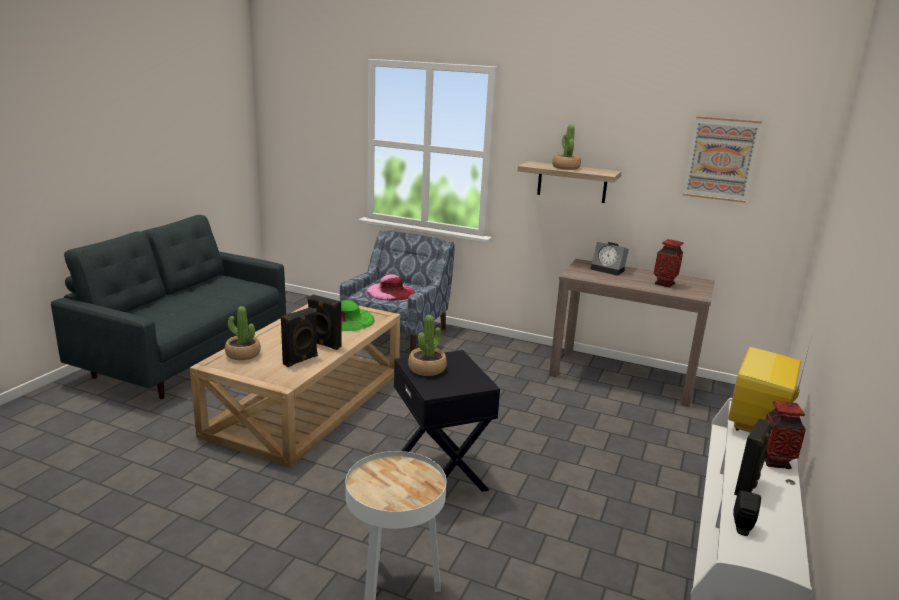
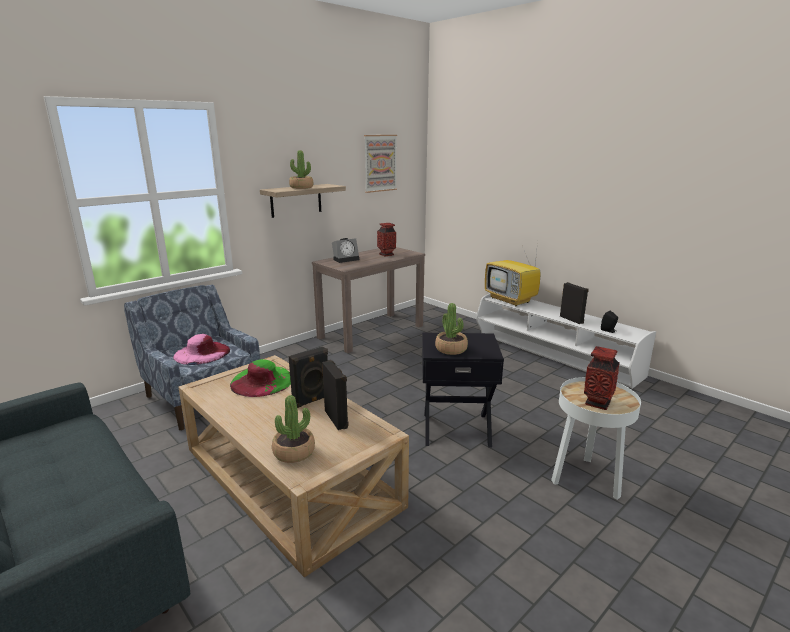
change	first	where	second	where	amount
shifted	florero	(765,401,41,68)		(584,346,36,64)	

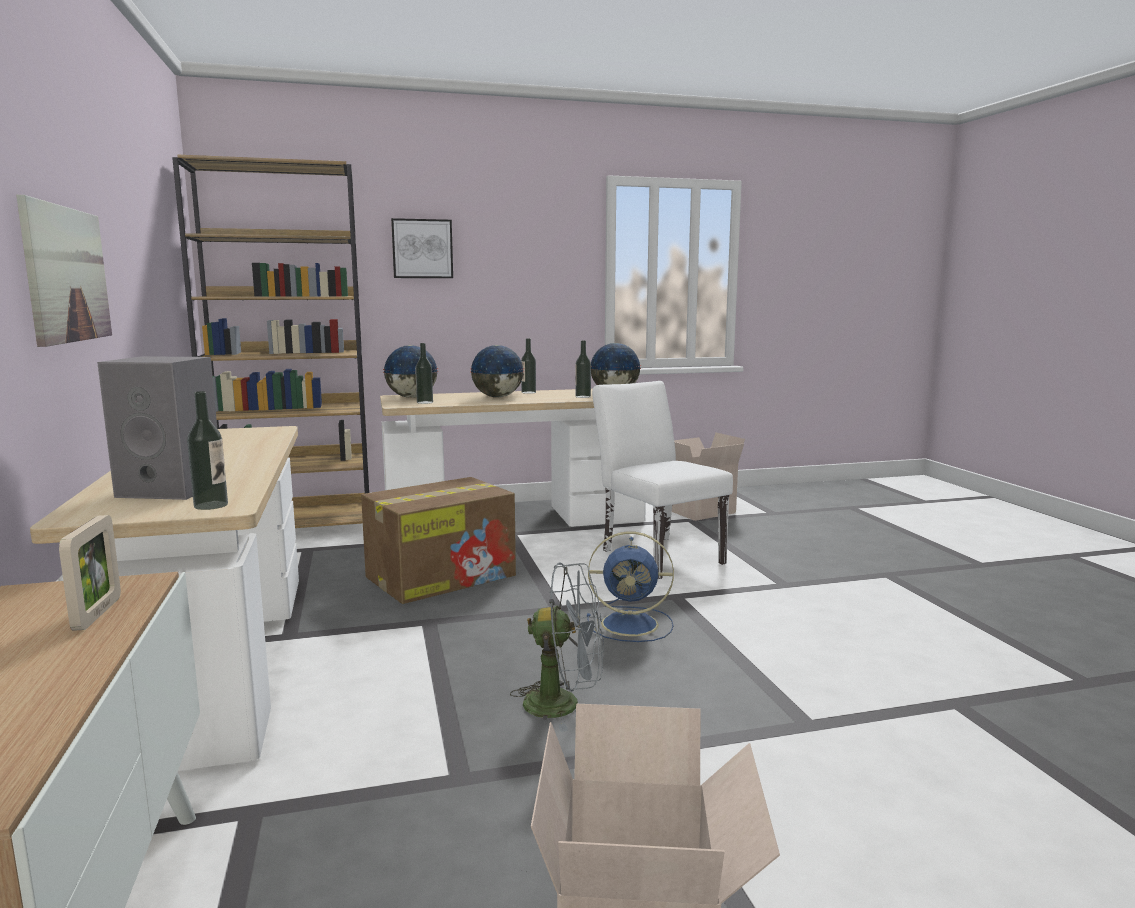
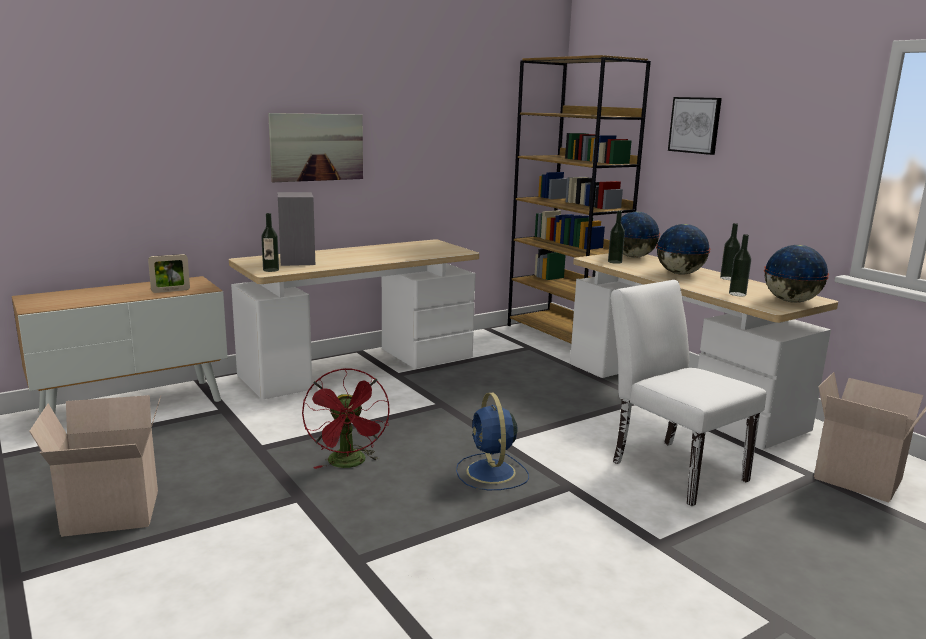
change	first	where	second	where	amount
rotated	silla [blanco]	(592,381,141,198)		(611,280,155,227)	75 degrees counterclockwise
gone	caja de cartón	(361,477,155,127)			
repainted	ventilador [gris]	(510,562,94,170)	ventilador [rojo]	(302,368,88,101)	

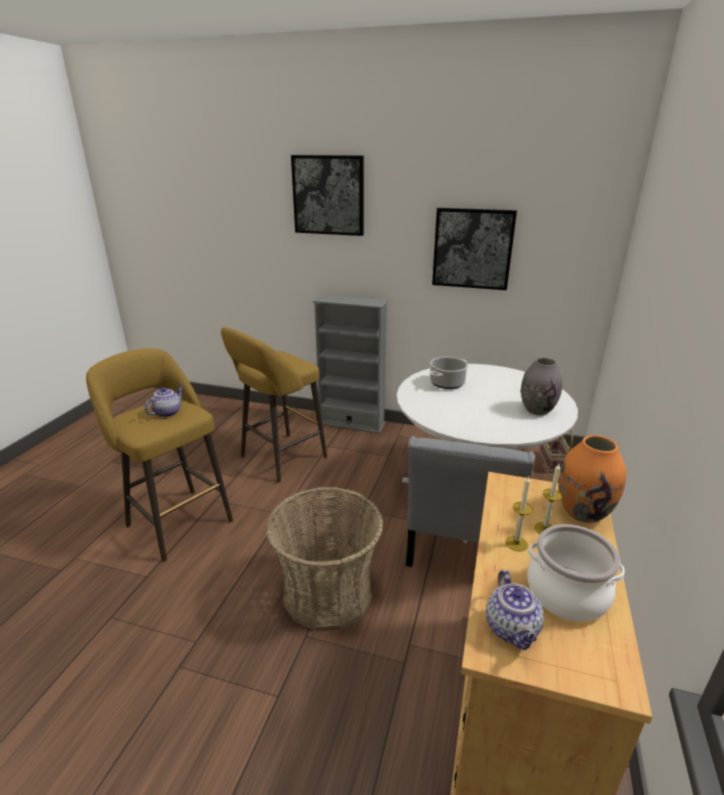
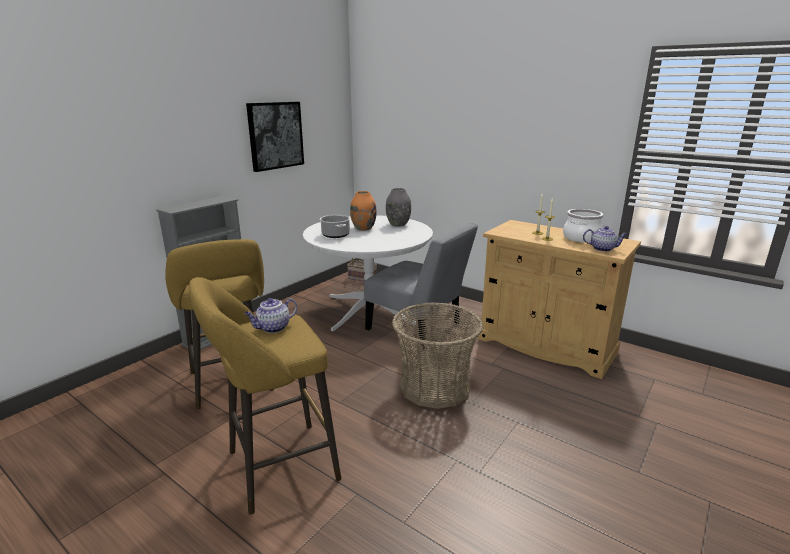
change	first	where	second	where	amount
gone	cuadro	(291,155,73,81)			
rotated	tetera	(145,386,38,31)		(245,298,53,35)	90 degrees counterclockwise
shifted	florero [naranja]	(558,435,68,88)		(350,191,27,40)	

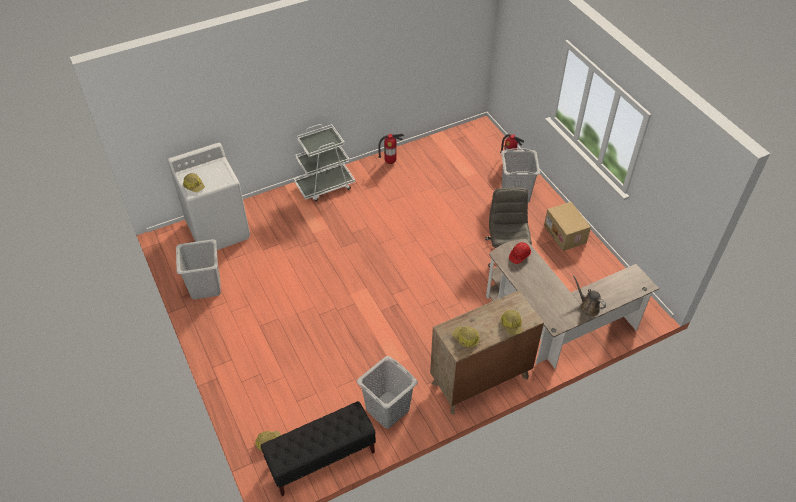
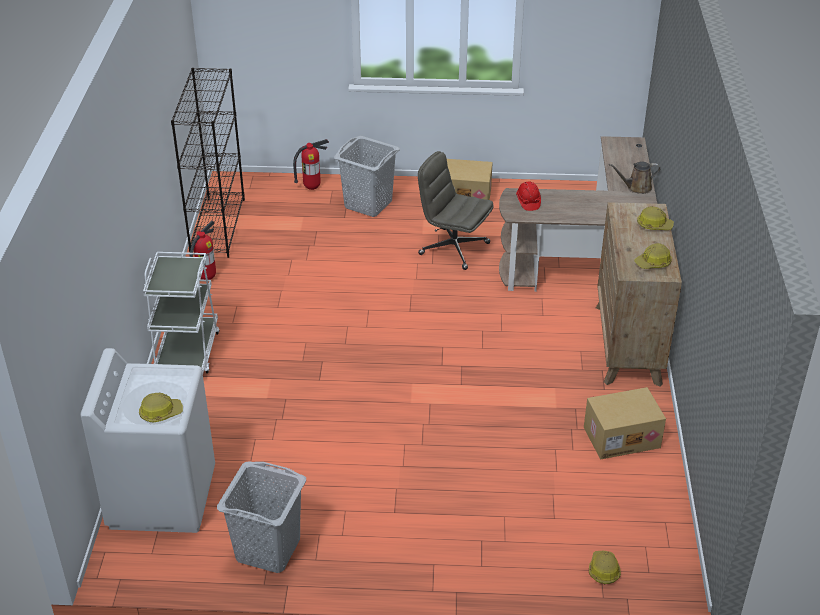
change	first	where	second	where	amount
swapped	cesto de la ropa [gris]	(357,356,61,73)	caja de cartón	(584,387,82,73)	
gone	banco [negro]	(261,401,115,95)			
new			estantería [negro]	(171,68,74,190)	

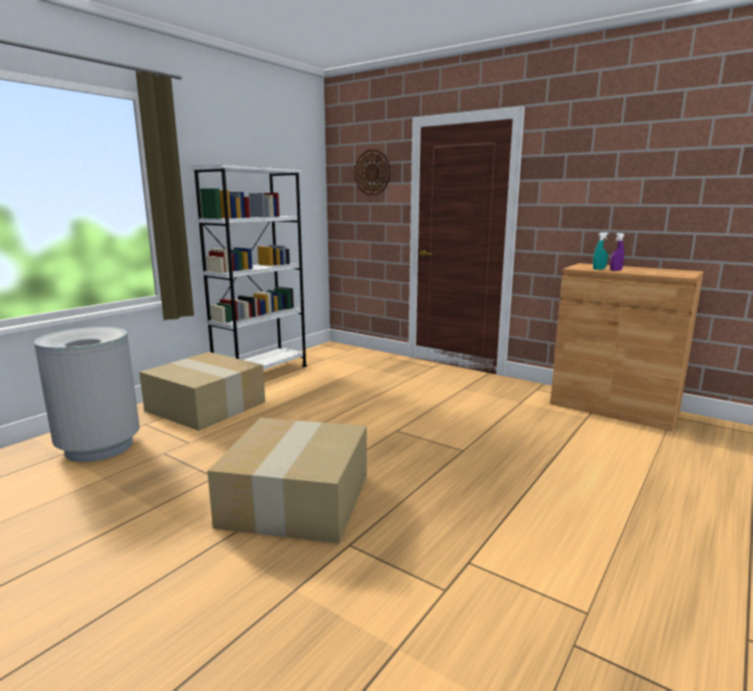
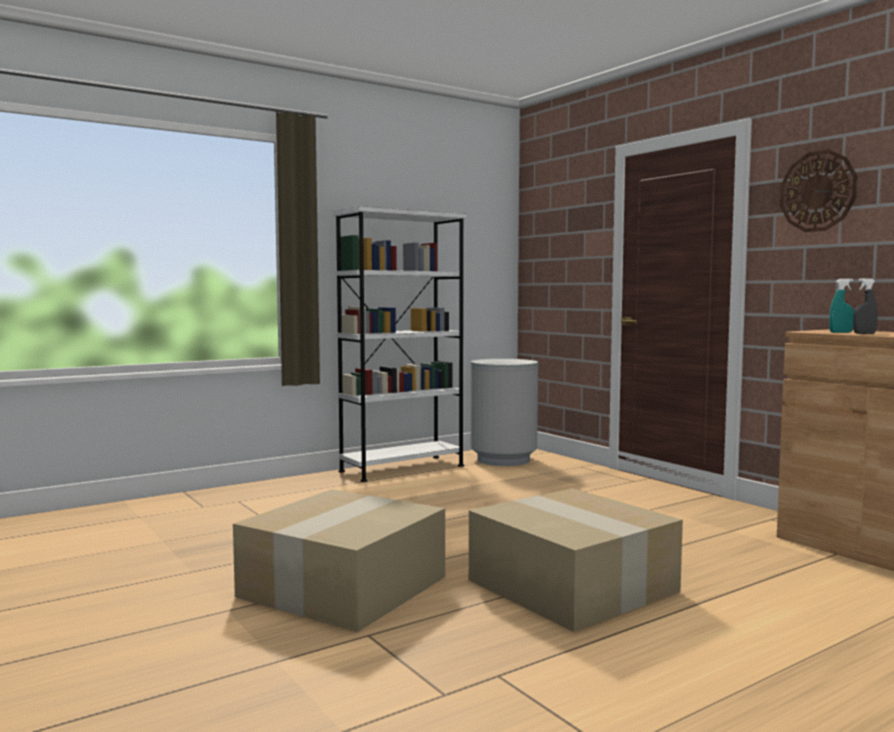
change	first	where	second	where	amount
shifted	reloj de pared	(355,149,35,47)		(780,149,78,83)	
repainted	pulverizador [morado]	(610,233,14,38)	pulverizador [gris]	(853,278,25,56)	
shifted	papelera [gris]	(34,327,106,135)		(471,359,67,107)	
shifted	caja de cartón	(139,352,126,79)		(469,488,214,144)	

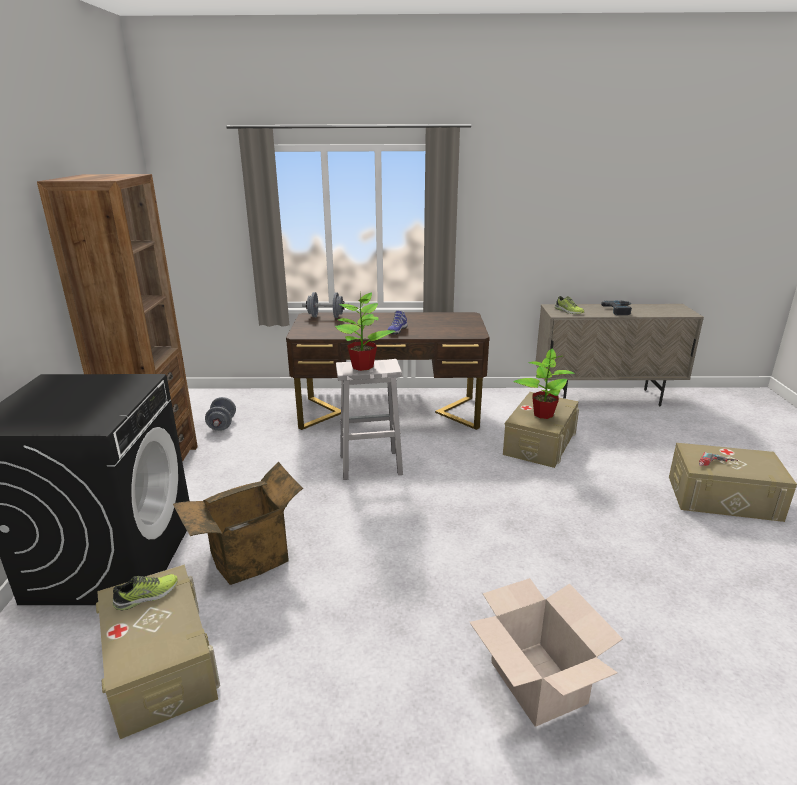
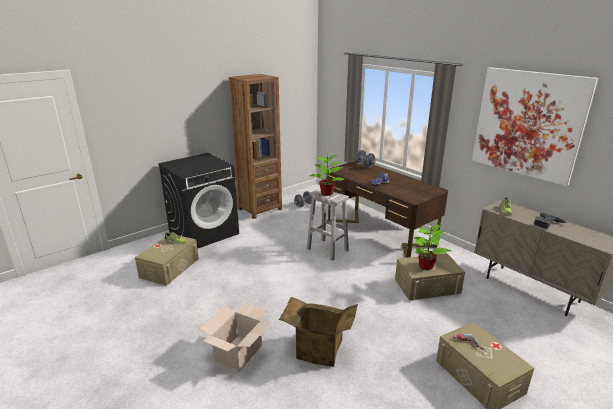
change	first	where	second	where	amount
shifted	caja de cartón	(173,462,130,123)		(279,297,79,70)	
new			cuadro	(472,67,126,119)	

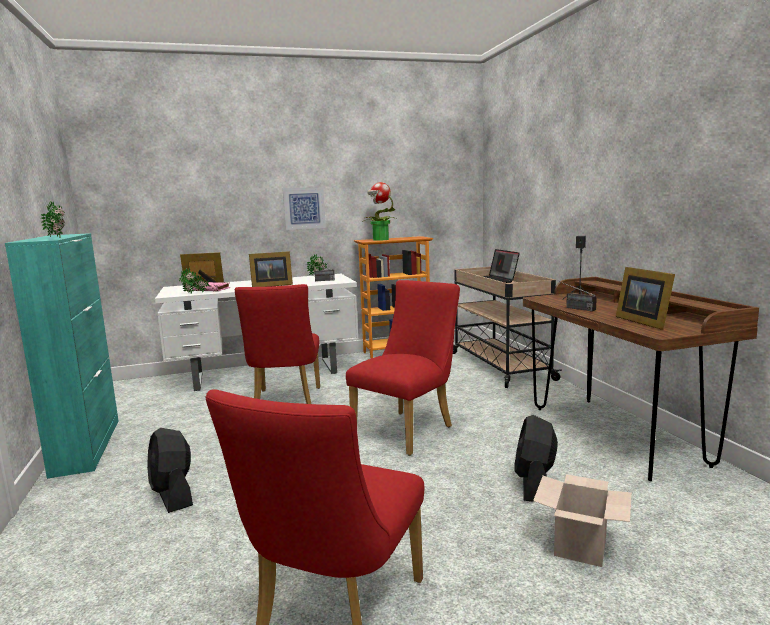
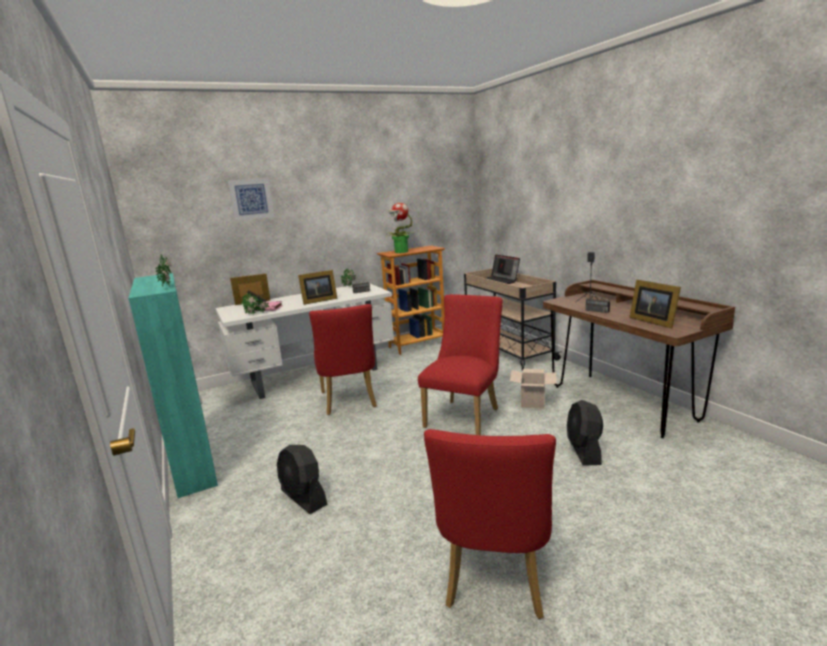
change	first	where	second	where	amount
shifted	cuadro	(282,187,44,43)		(227,178,47,43)	
shifted	caja de cartón	(533,474,99,93)		(510,369,46,40)	

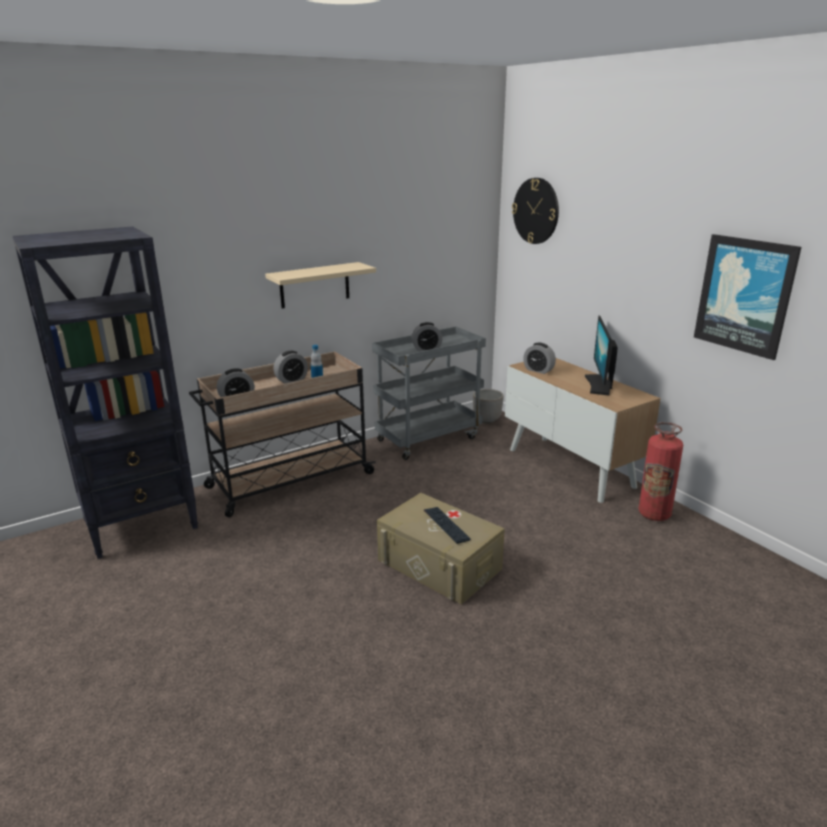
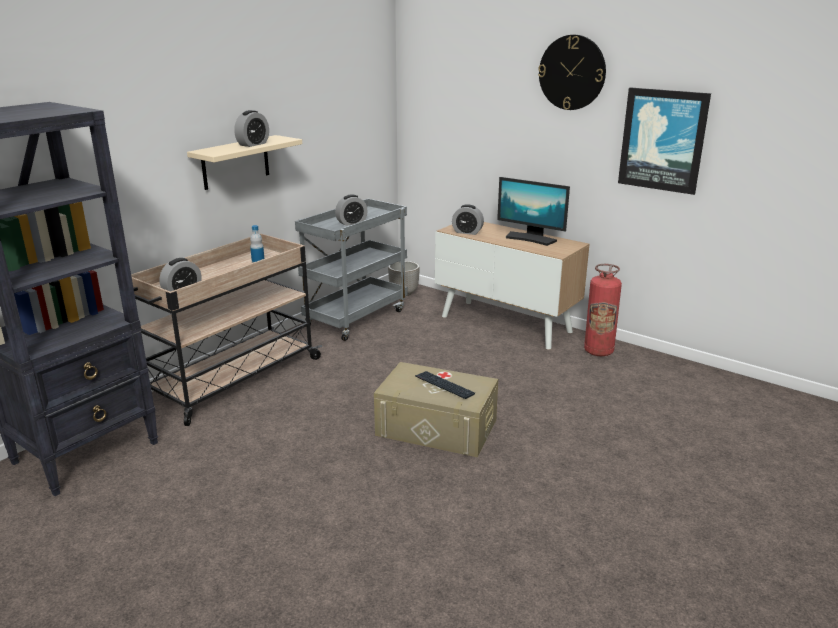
change	first	where	second	where	amount
shifted	reloj de pared	(512,178,47,66)		(538,35,68,75)	
rotated	monitor	(585,316,33,79)		(497,177,73,69)	45 degrees counterclockwise
shifted	despertador	(274,351,34,33)		(234,110,35,37)	

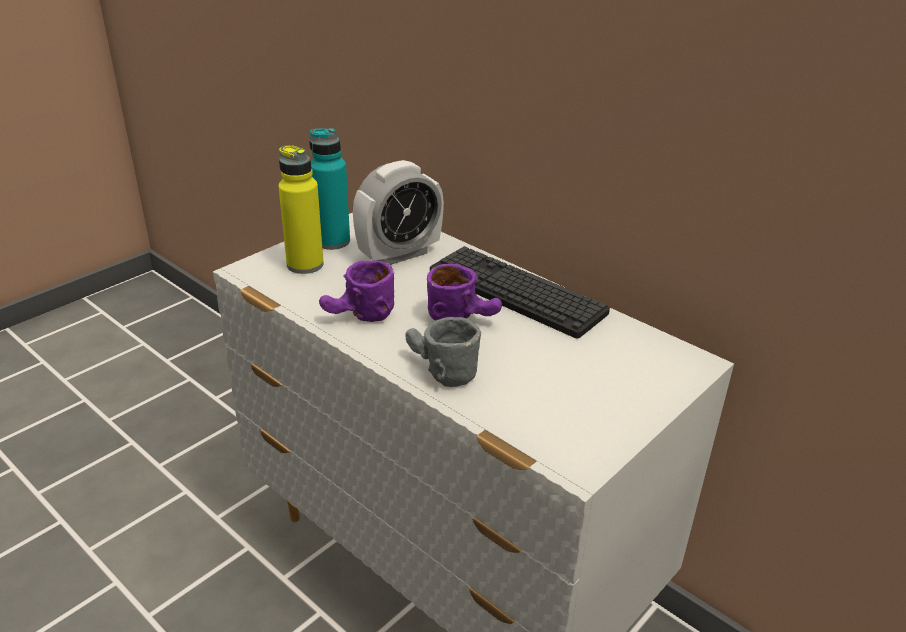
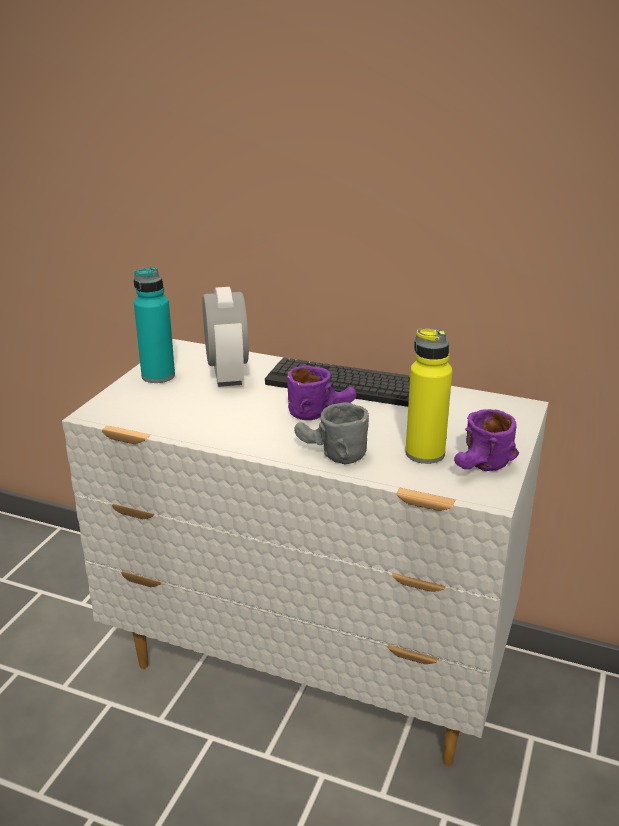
change	first	where	second	where	amount
shifted	botella [amarillo]	(279,145,45,129)		(405,328,47,136)	
rotated	despertador	(353,160,91,105)		(202,287,47,100)	45 degrees counterclockwise
shifted	taza grande [morado]	(319,260,75,62)		(454,409,65,62)	

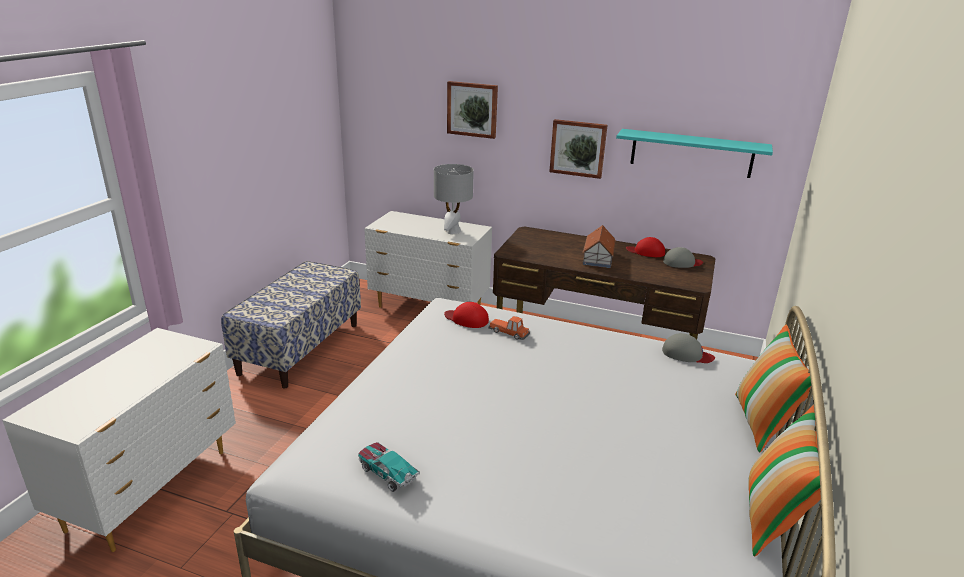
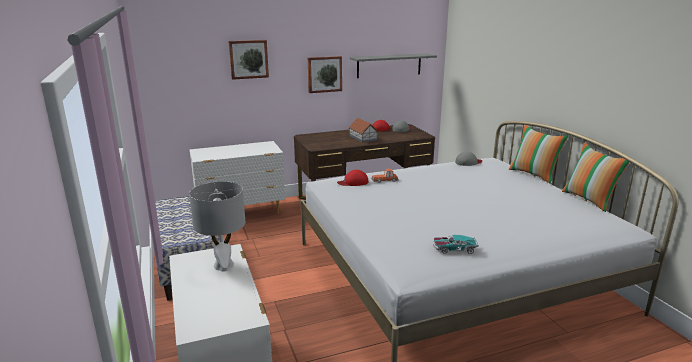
change	first	where	second	where	amount
repainted	estante [turquesa]	(616,129,157,49)	estante [gris]	(350,53,87,25)	
shifted	lámpara de mesa [gris]	(434,164,40,70)		(189,181,56,91)	

